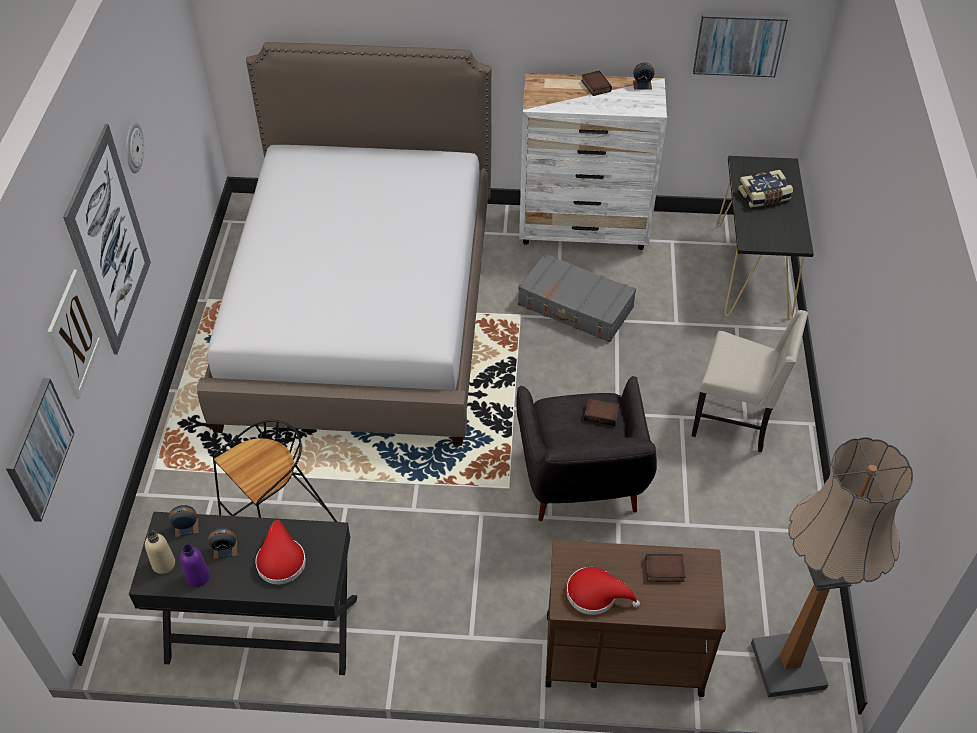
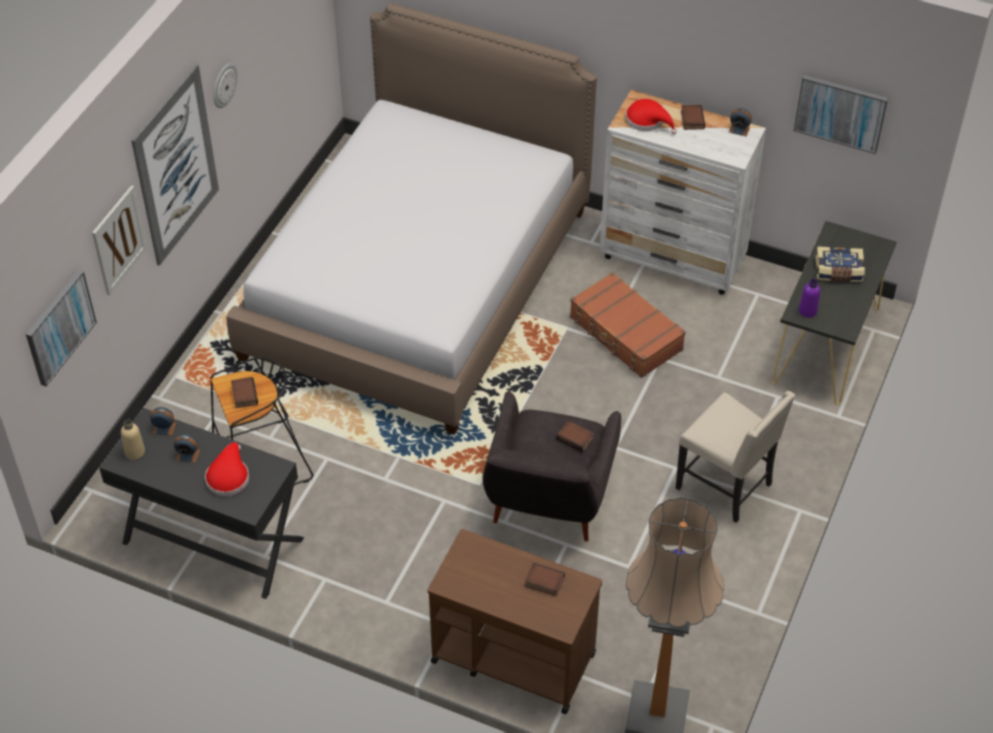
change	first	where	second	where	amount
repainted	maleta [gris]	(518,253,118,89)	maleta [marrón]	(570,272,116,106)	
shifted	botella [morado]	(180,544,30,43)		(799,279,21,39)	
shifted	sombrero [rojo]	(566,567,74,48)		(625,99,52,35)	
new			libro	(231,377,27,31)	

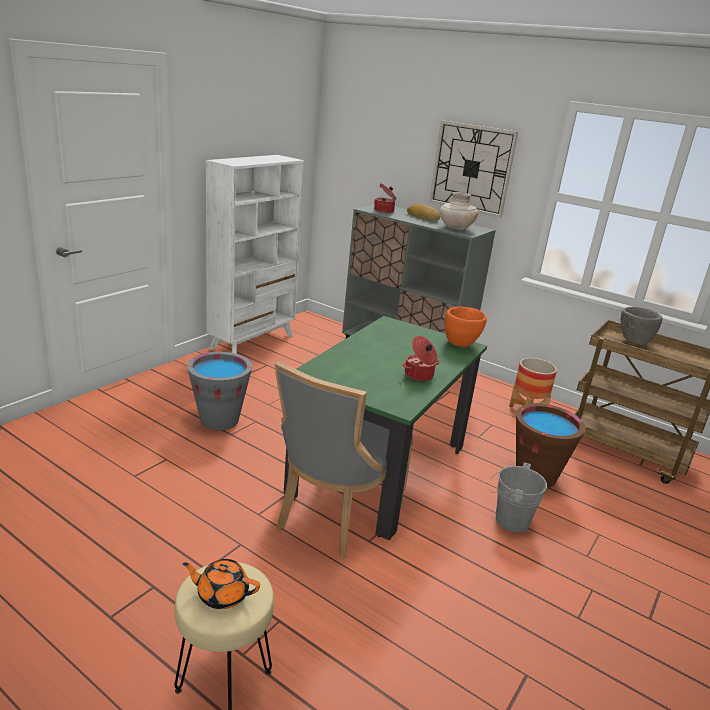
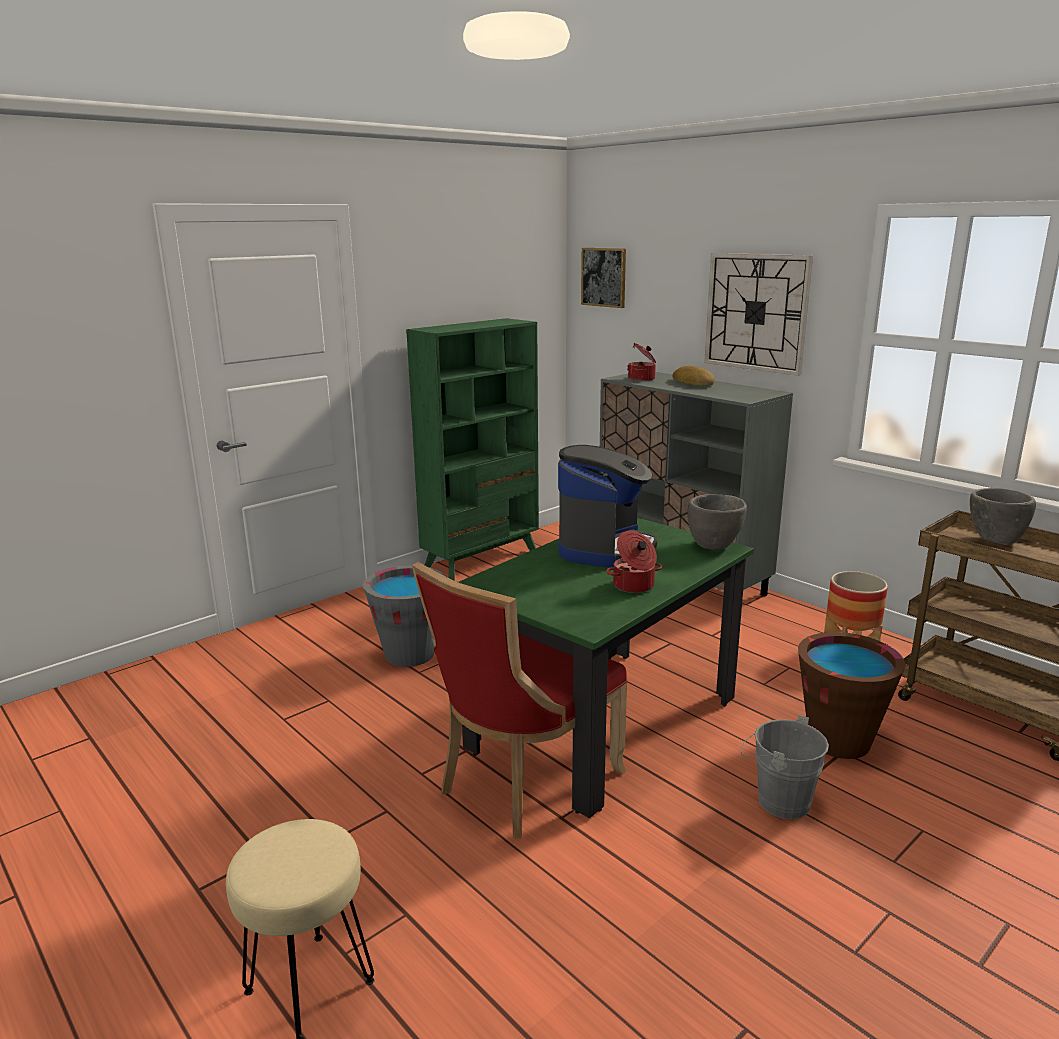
change	first	where	second	where	amount
repainted	estantería [blanco]	(206,155,99,199)	estantería [verde]	(406,318,133,263)	
gone	florero [beis]	(440,192,38,38)			
repainted	cuenco [naranja]	(445,307,42,40)	cuenco [gris]	(687,494,60,56)	
repainted	silla [gris]	(274,361,139,198)	silla [rojo]	(412,562,215,277)	
gone	tetera [naranja]	(182,559,78,50)			
new			cuadro	(581,248,45,60)	
new			cafetera	(558,445,99,123)	

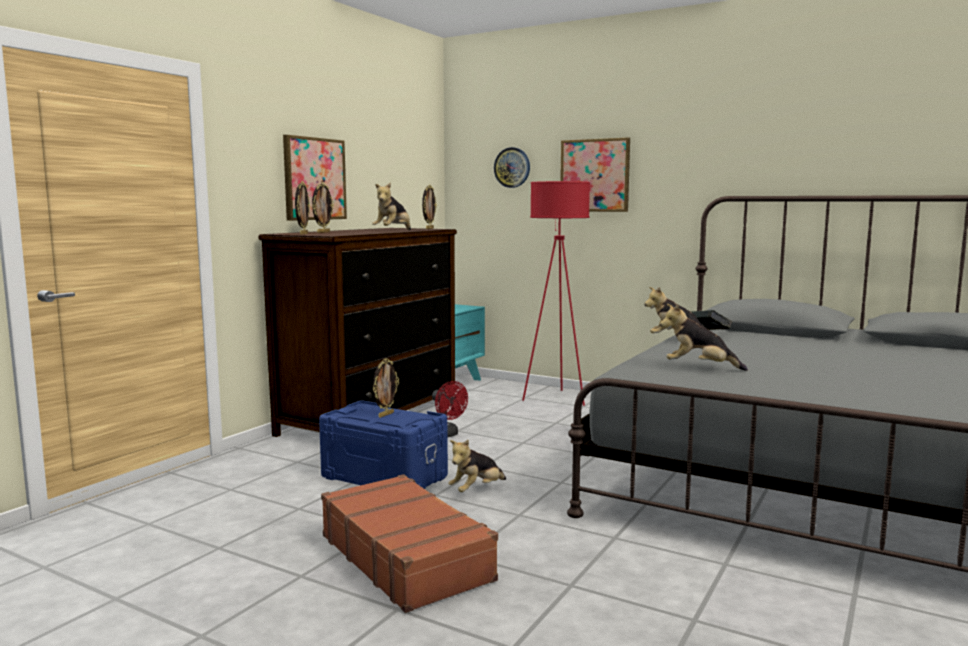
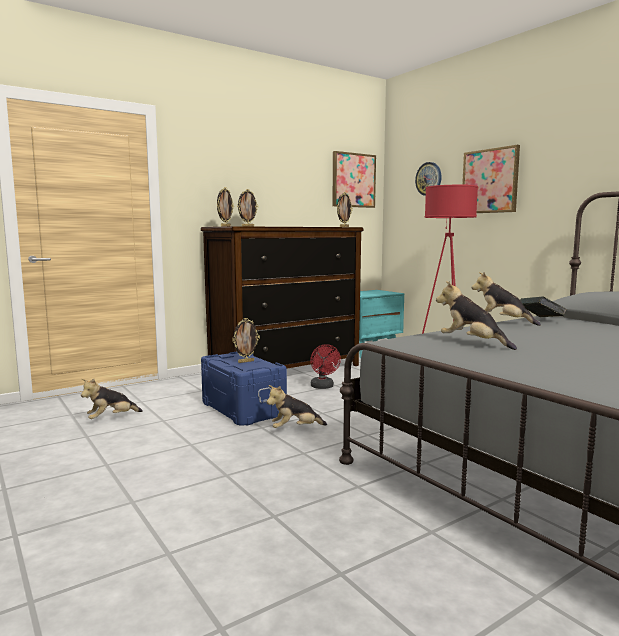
change	first	where	second	where	amount
shifted	cuadro	(283,135,64,86)		(332,151,44,57)	
shifted	peluche	(372,182,39,48)		(81,379,62,40)	
gone	maleta [marrón]	(321,474,177,139)			

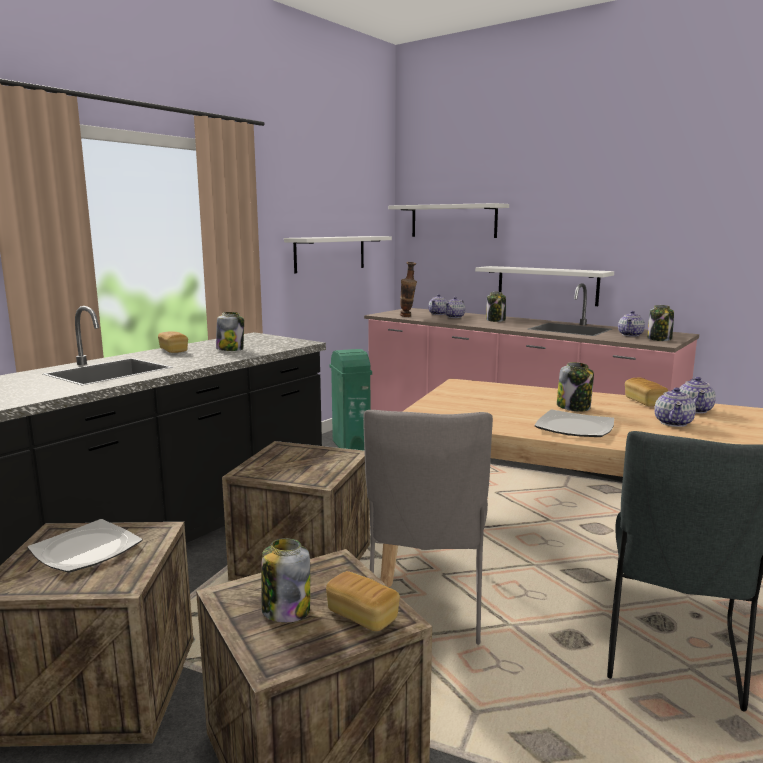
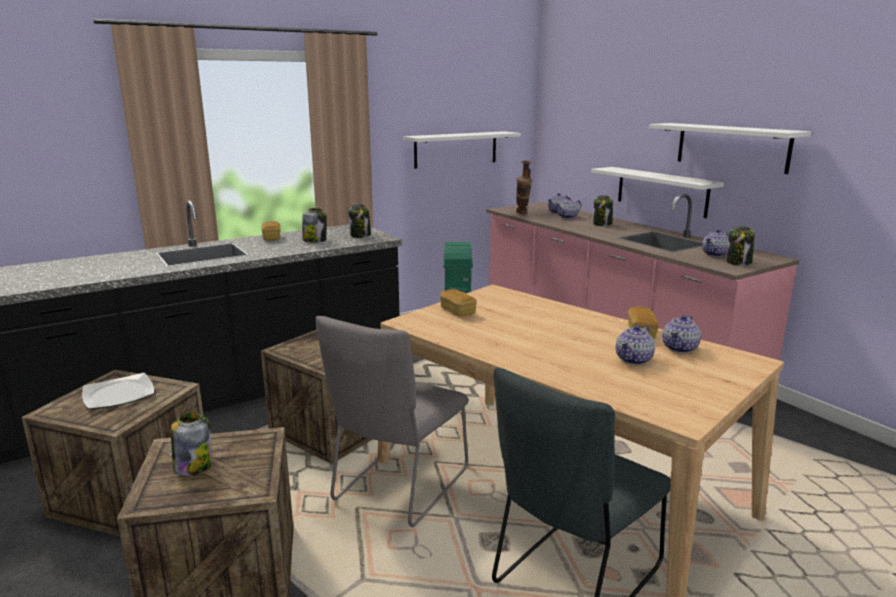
change	first	where	second	where	amount
shifted	estante [blanco]	(388,203,121,35)		(649,123,162,51)	
shifted	tarro	(557,362,37,50)		(348,204,23,34)	
gone	plato	(534,410,80,27)			
shifted	pan	(326,571,74,60)		(440,289,37,28)	

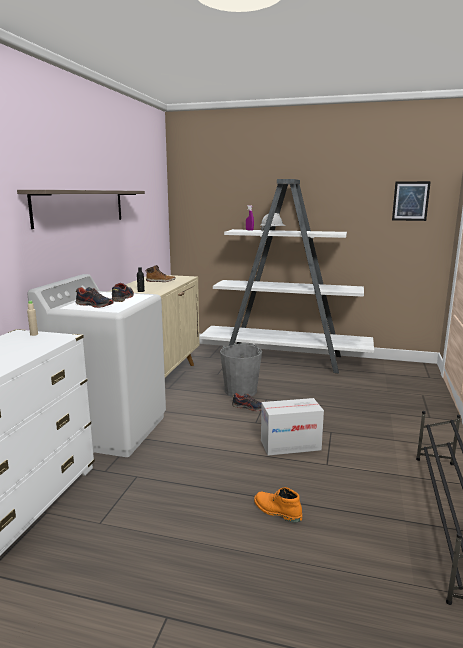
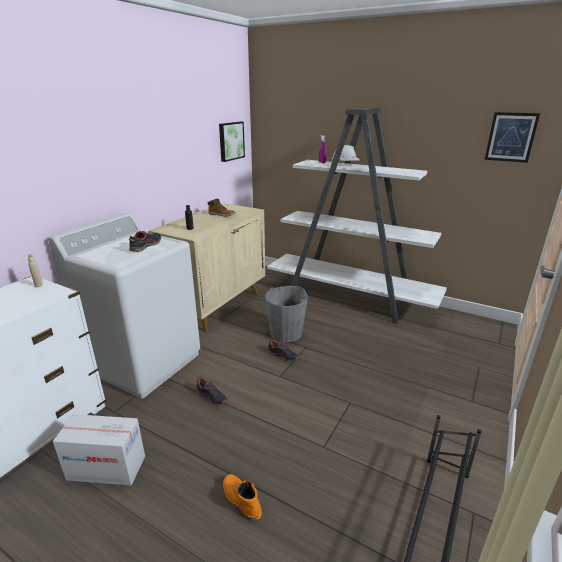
change	first	where	second	where	amount
gone	estante	(17,190,128,39)			
shifted	zapato	(76,287,38,21)		(196,377,31,29)	
shifted	caja de cartón	(261,398,63,58)		(53,414,92,72)	
new			cuadro	(219,122,26,40)	

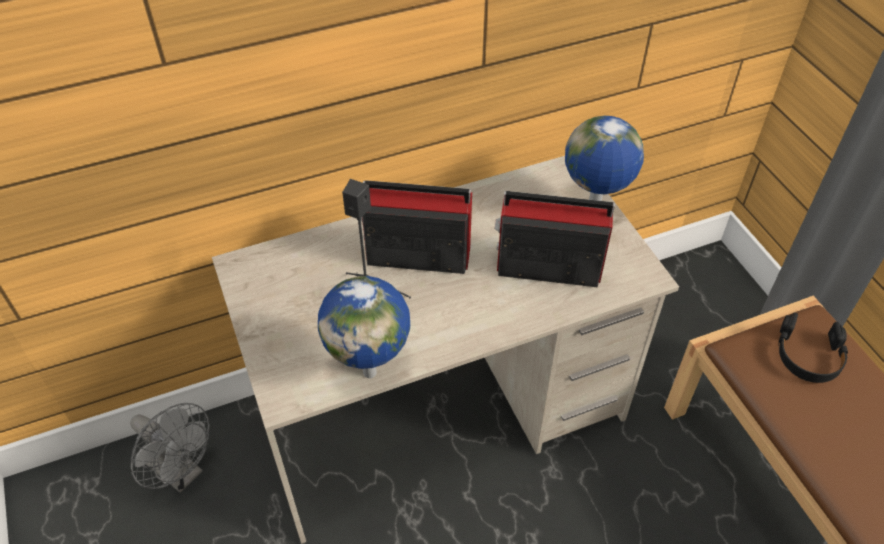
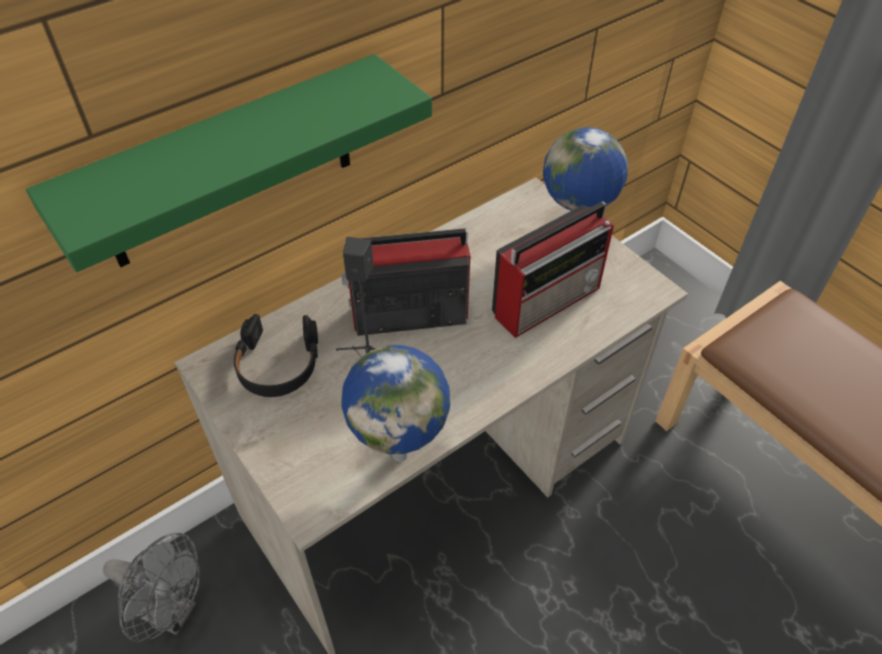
change	first	where	second	where	amount
rotated	radio	(494,191,121,96)		(492,201,122,137)	150 degrees clockwise
shifted	auriculares [negro]	(778,312,70,71)		(234,314,84,83)	
new			estante [verde]	(26,54,406,218)	

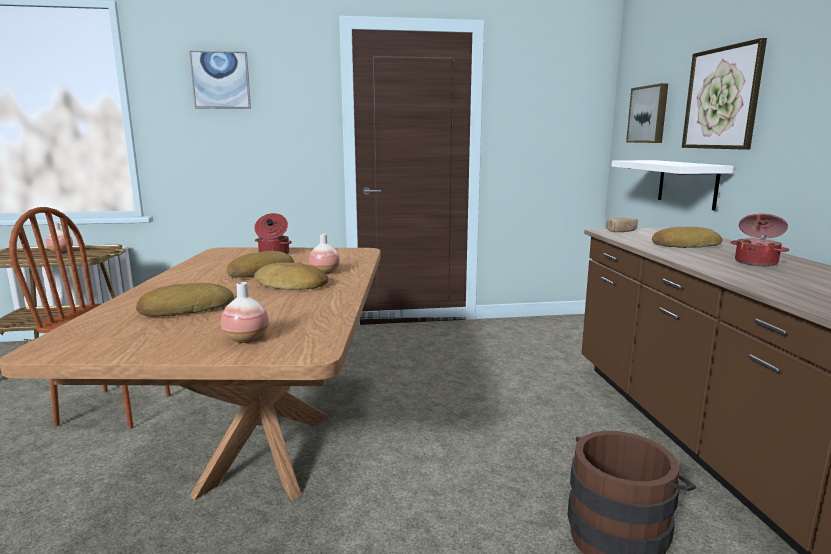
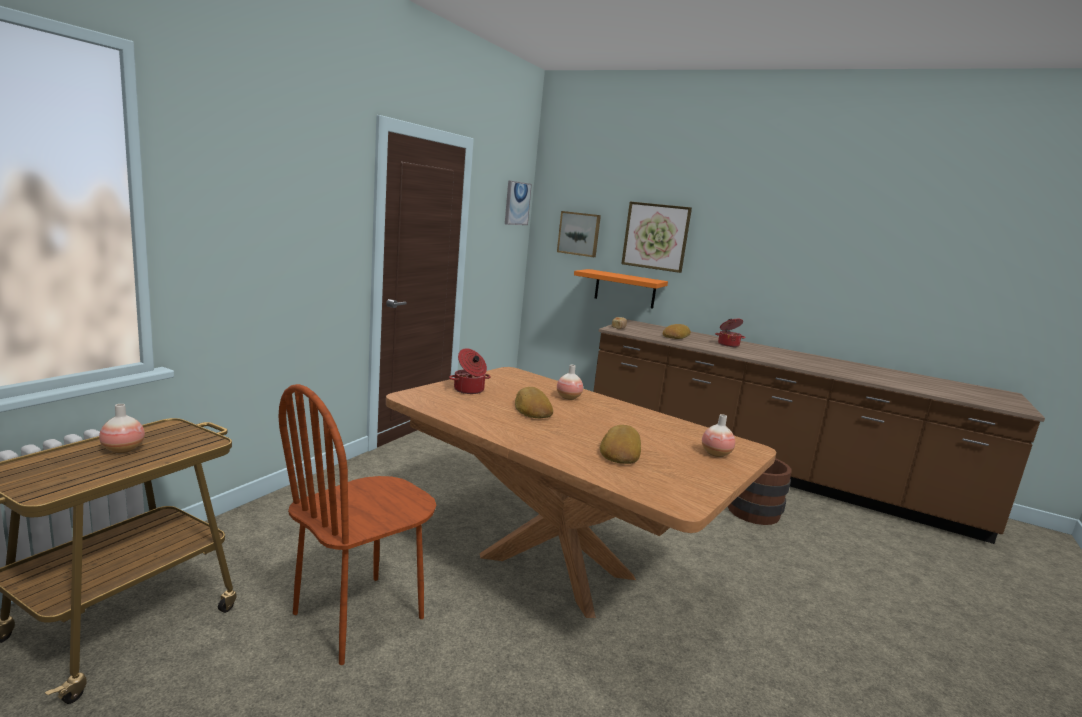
change	first	where	second	where	amount
shifted	cuadro	(189,50,62,59)		(505,180,27,45)	
repainted	estante [blanco]	(611,160,123,51)	estante [naranja]	(574,269,94,40)	
gone	pan	(254,262,75,28)			

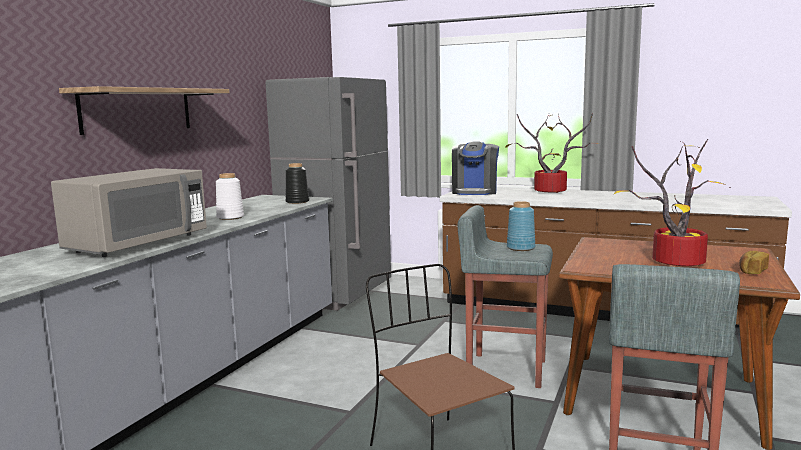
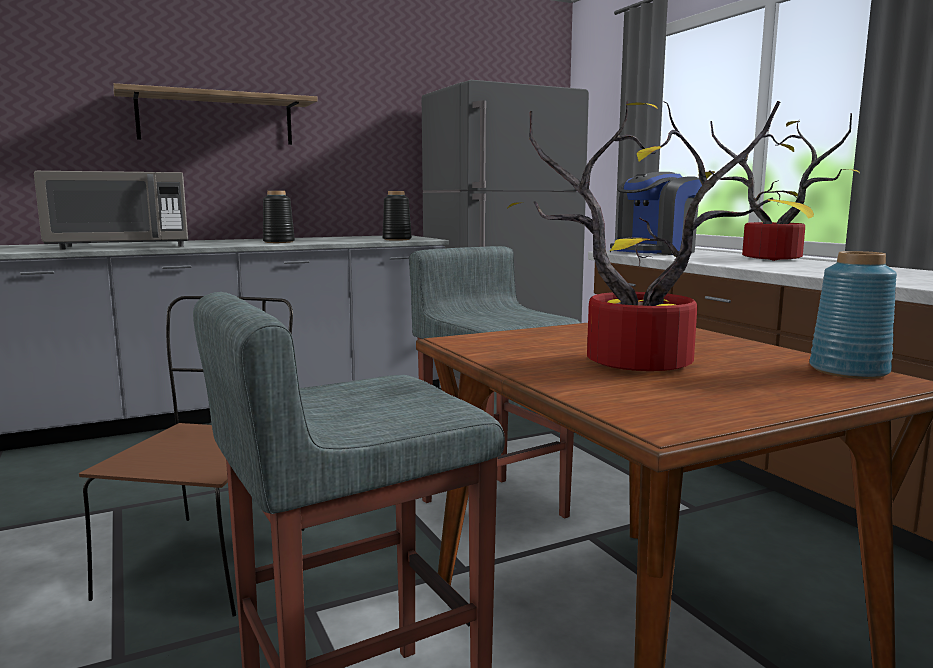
change	first	where	second	where	amount
repainted	florero [blanco]	(216,173,28,47)	florero [negro]	(263,191,32,52)	
shifted	florero [azul]	(507,201,28,50)		(809,251,88,128)	
gone	pan	(739,251,30,23)			

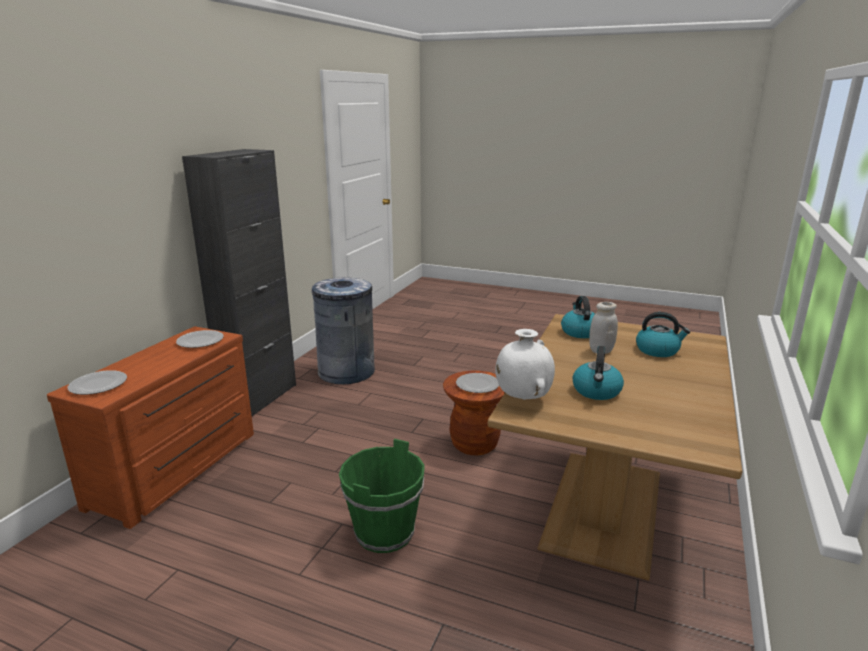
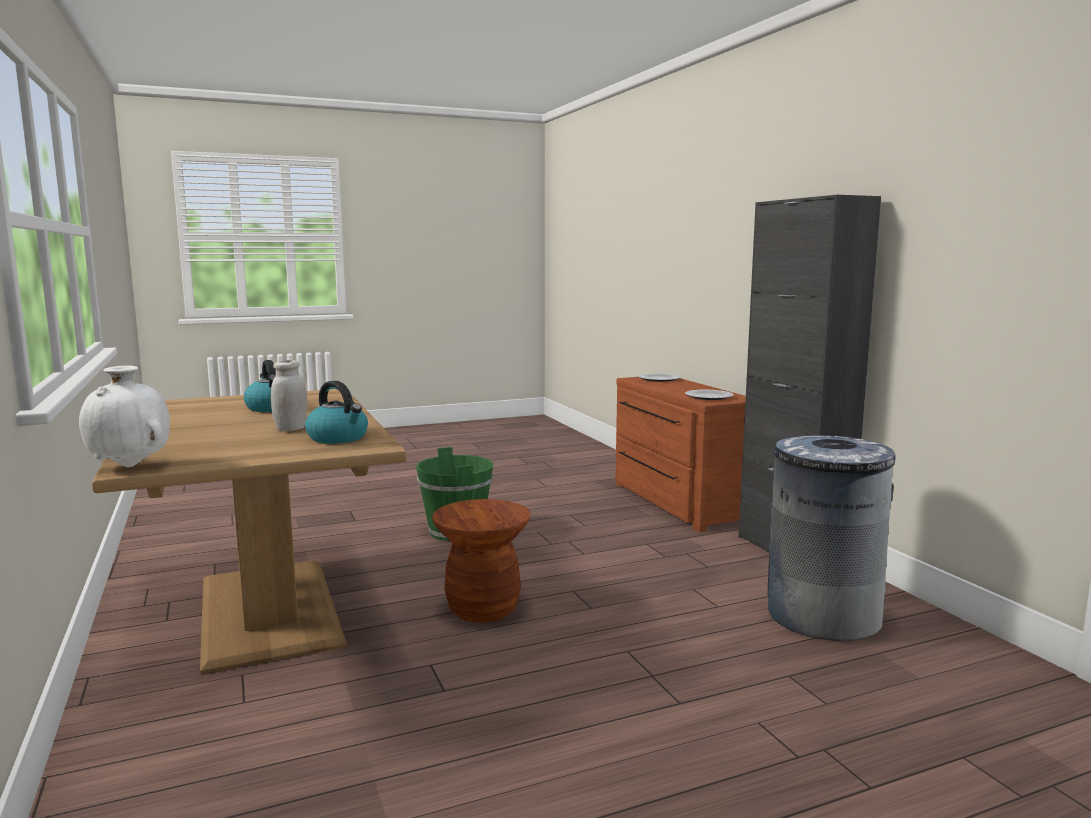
change	first	where	second	where	amount
gone	hervidor	(636,312,54,45)			
shifted	florero [blanco]	(495,329,60,71)		(79,365,91,102)	
gone	plato	(456,373,43,20)			

